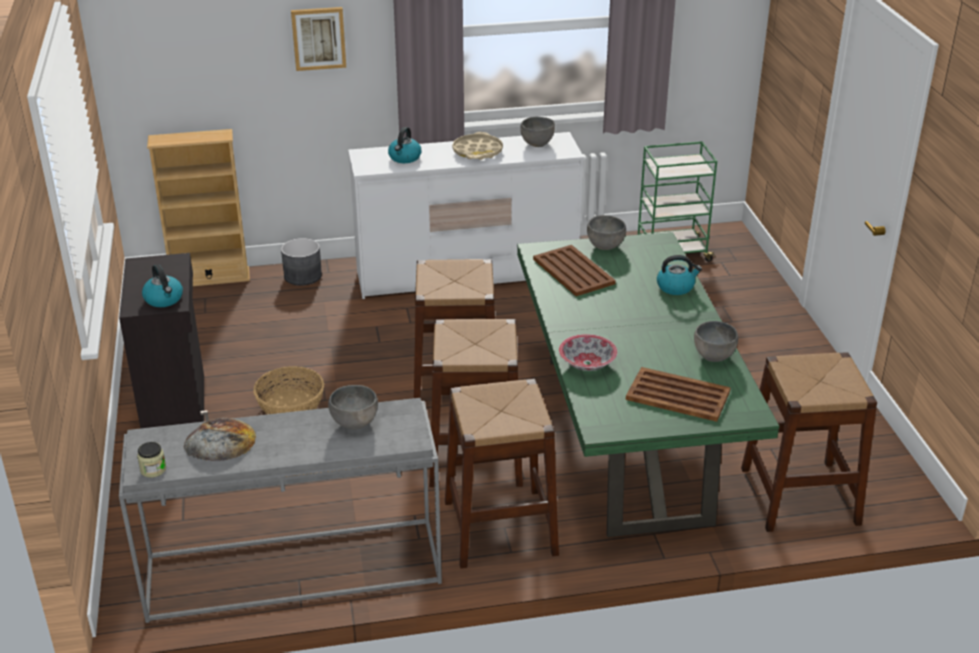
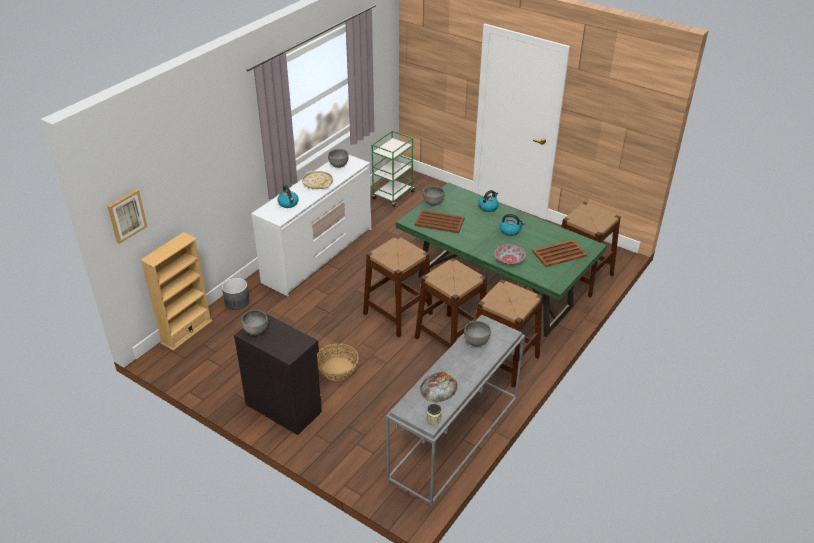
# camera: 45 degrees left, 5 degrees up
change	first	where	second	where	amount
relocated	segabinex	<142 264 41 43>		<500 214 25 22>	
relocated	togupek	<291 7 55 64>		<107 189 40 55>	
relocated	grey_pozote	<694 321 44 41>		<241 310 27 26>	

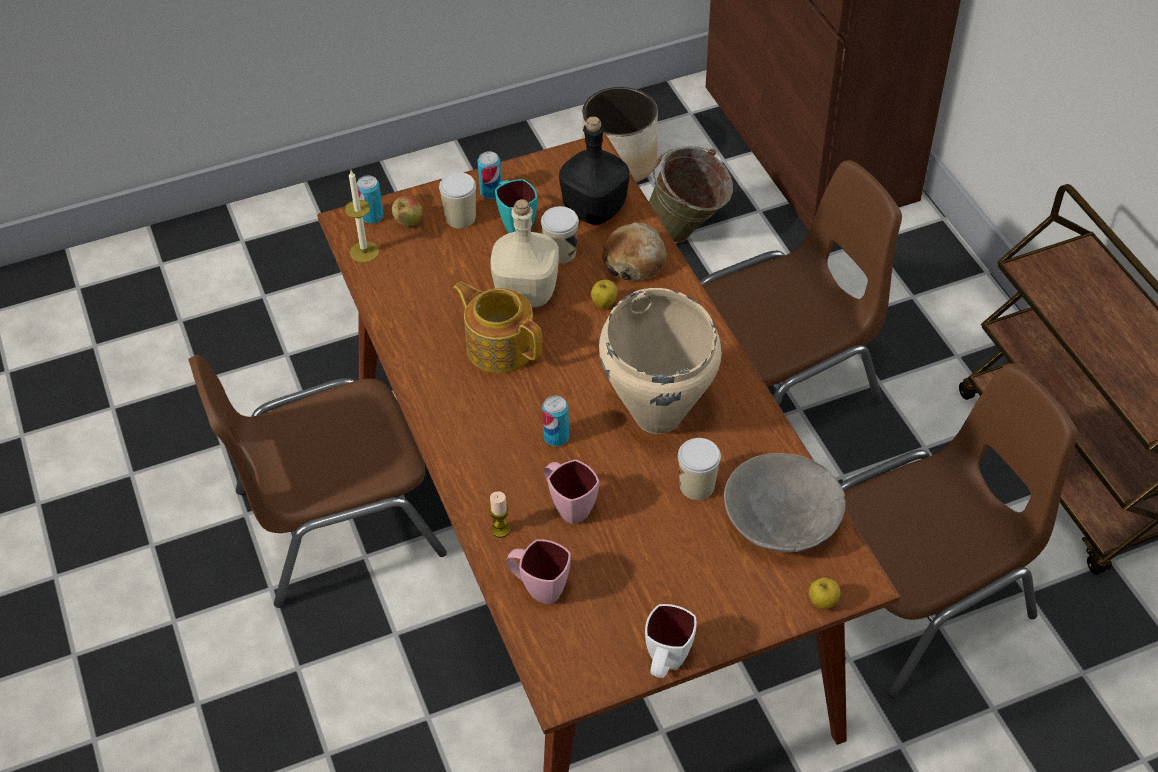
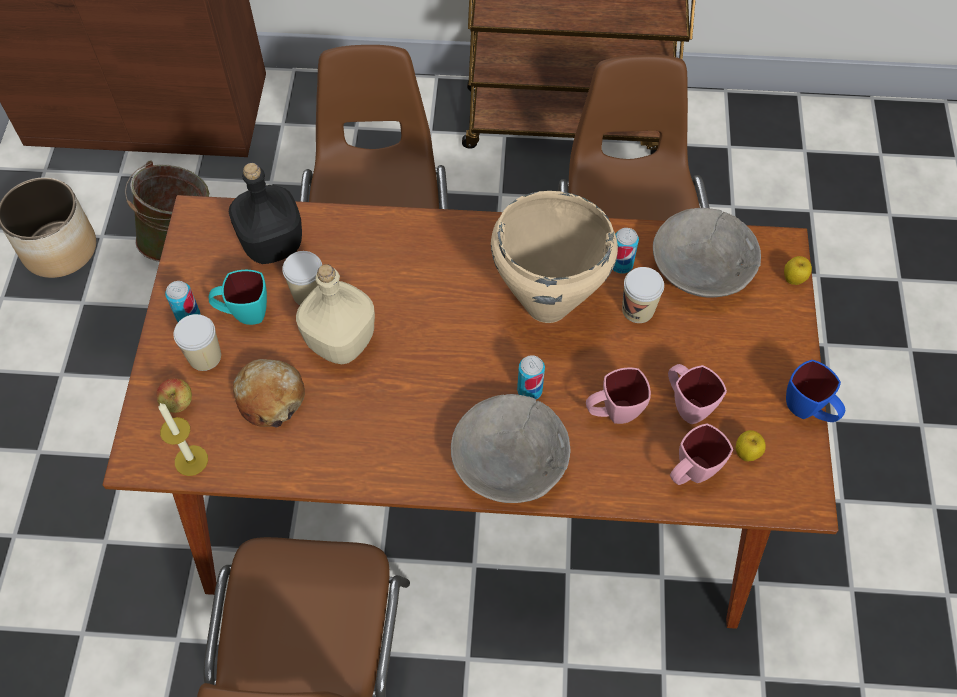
# camera: 65 degrees left, 10 degrees up
change	first	where	second	where	amount
missing	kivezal	<453 281 89 93>			
missing	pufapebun	<489 491 21 47>			
appeared			grey_pozote	<451 394 119 109>	
appeared			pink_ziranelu	<668 364 59 60>	
relocated	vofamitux	<357 175 27 49>		<613 228 26 46>	
relocated	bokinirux	<591 280 26 29>		<736 430 30 31>	
relocated	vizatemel	<602 222 65 59>		<233 359 72 69>	
colour	white_ziranelu	<645 604 52 74>	blue_ziranelu	<786 360 59 62>	

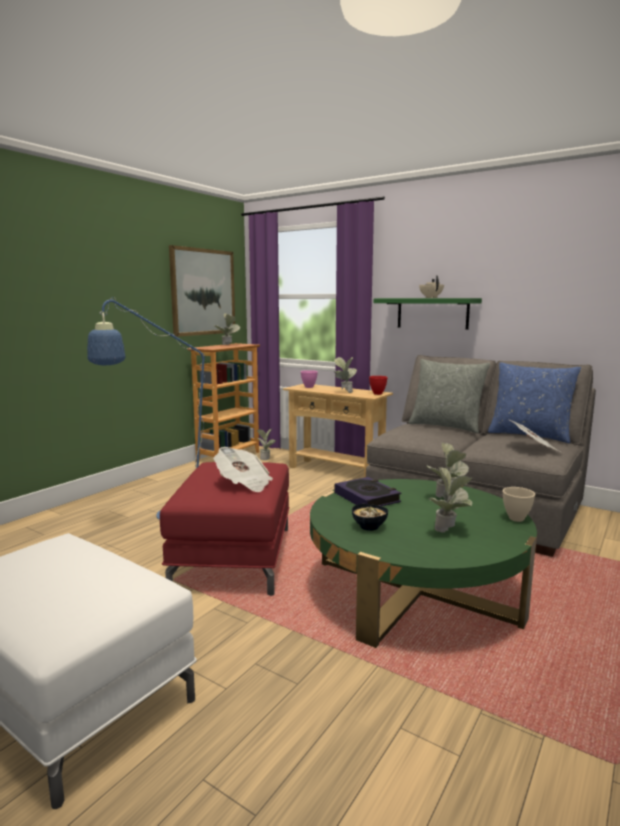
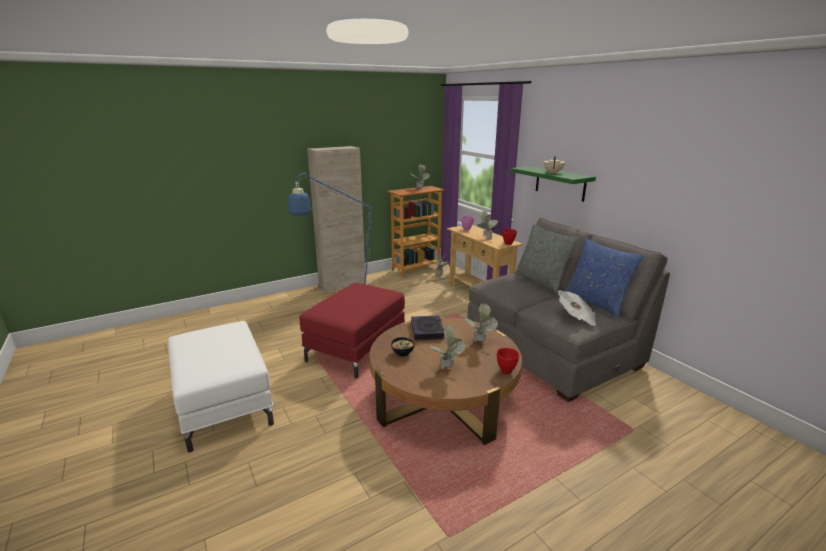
# camera: 25 degrees right, 10 degrees up
change	first	where	second	where	amount
missing	togupek	<169 245 66 92>			
missing	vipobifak	<214 447 59 45>			
appeared			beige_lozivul	<307 146 58 147>	
colour	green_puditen	<310 479 227 169>	brown_puditen	<370 317 152 128>	
colour	beige_pozote	<503 487 32 35>	red_pozote	<497 348 22 26>	

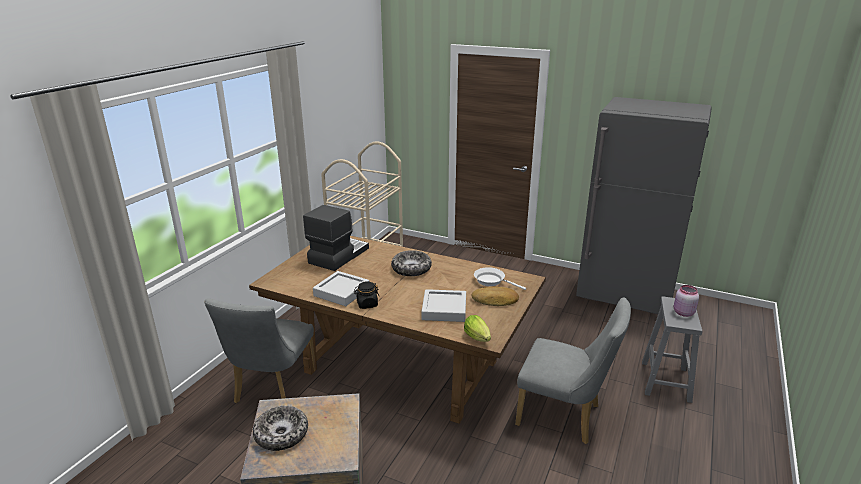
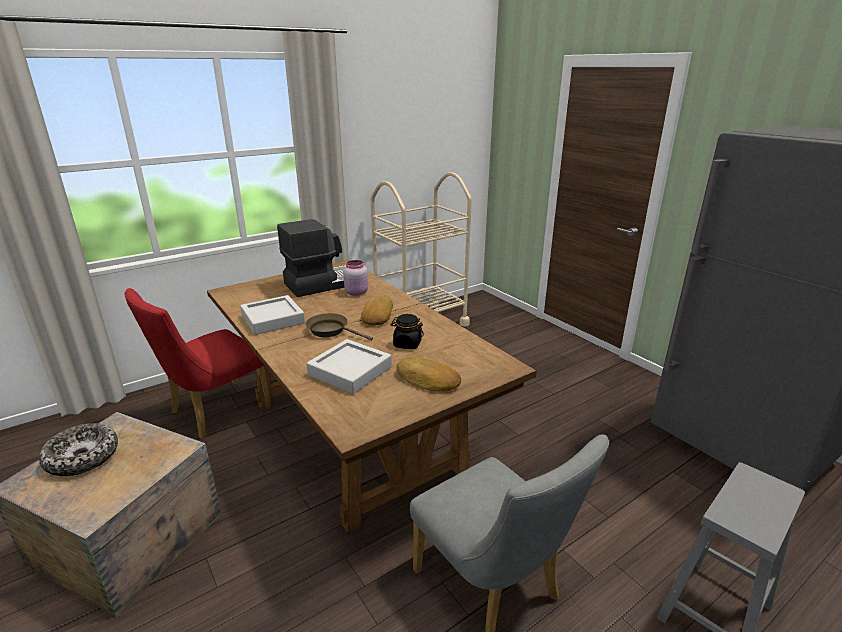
# camera: 30 degrees right, 0 degrees up
change	first	where	second	where	amount
missing	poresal	<464 315 27 27>			
missing	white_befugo	<474 267 52 23>			
appeared			brown_befugo	<305 313 68 27>	
relocated	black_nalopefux	<354 281 25 28>		<391 314 33 35>	
relocated	pink_nalopefux	<674 285 25 32>		<343 260 25 36>	
exchanged	pozote	<391 250 41 26>	vizatemel	<361 295 32 30>	
colour	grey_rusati	<205 298 111 105>	red_rusati	<124 288 147 151>	

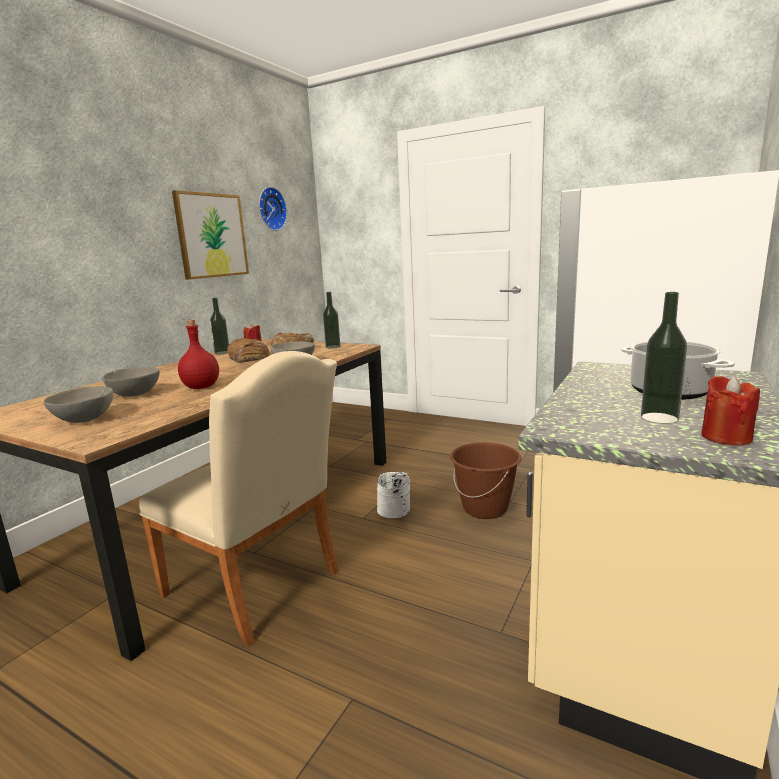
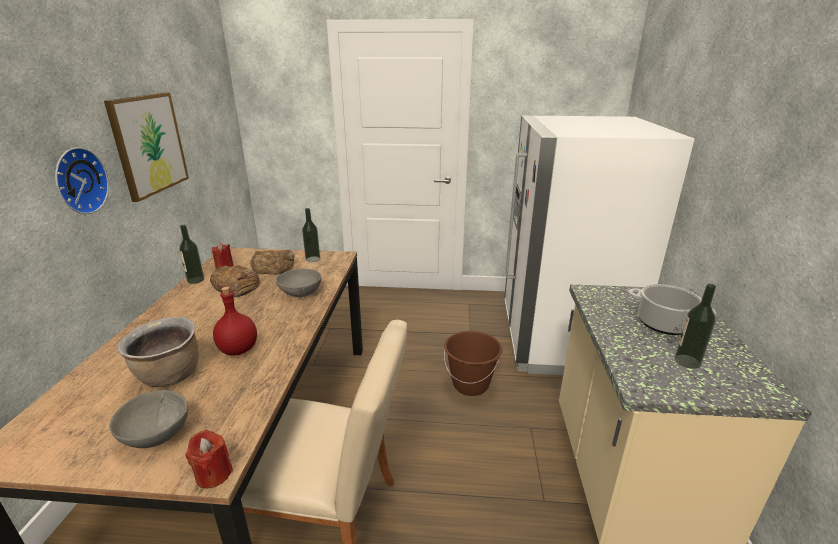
# camera: 25 degrees left, 10 degrees up
change	first	where	second	where	amount
missing	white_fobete	<377 472 33 46>			
relocated	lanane	<259 187 28 44>		<55 147 54 67>	
relocated	red_pufapebun	<701 376 59 70>		<185 430 48 59>	
exchanged	grey_pozote	<102 367 57 30>	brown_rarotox	<118 317 81 70>	

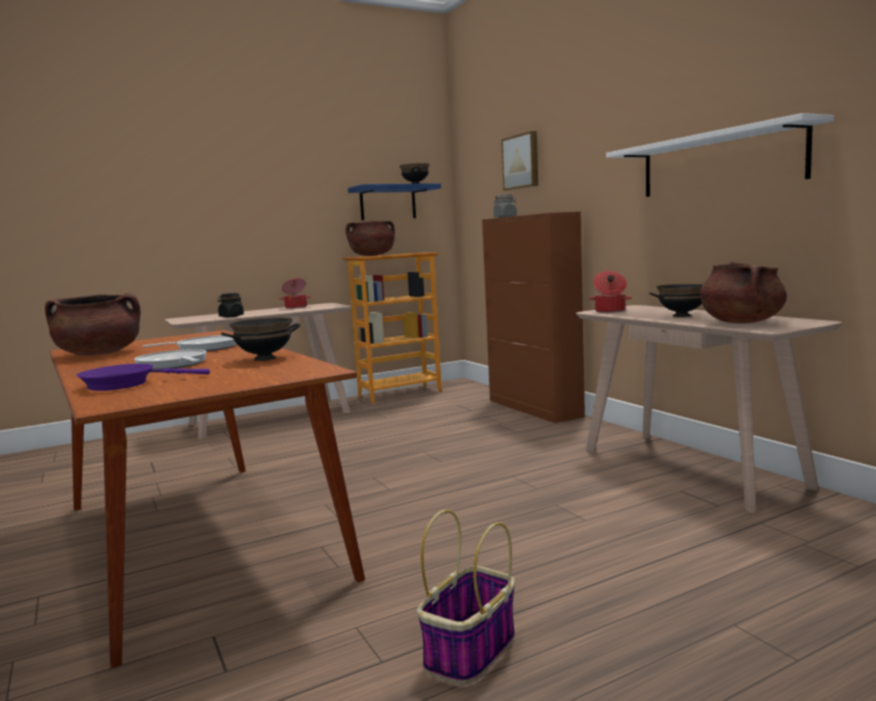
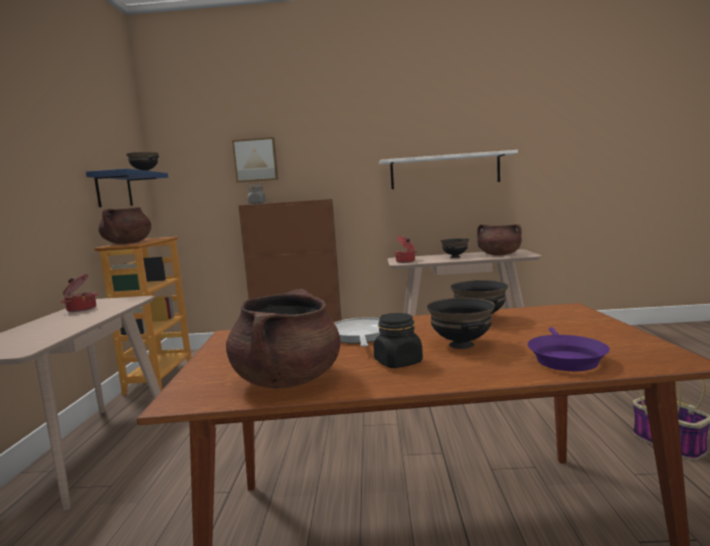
# camera: 60 degrees left, 0 degrees up
change	first	where	second	where	amount
relocated	black_nalopefux	<218 293 26 24>		<373 313 50 55>	
exchanged	befugo	<134 349 72 20>	black_pozote	<427 298 68 51>	

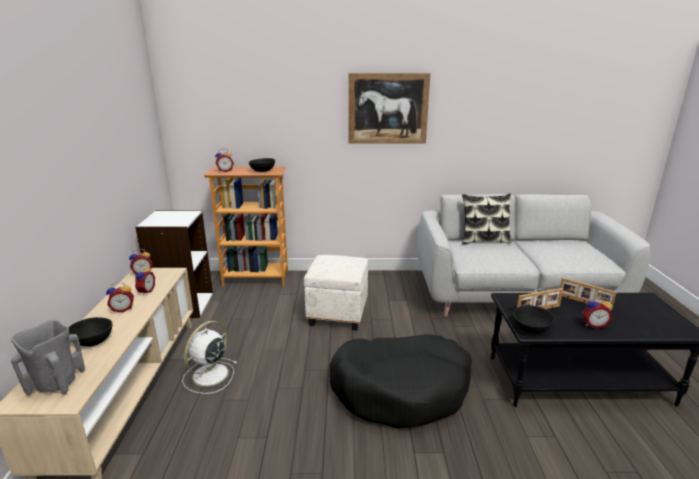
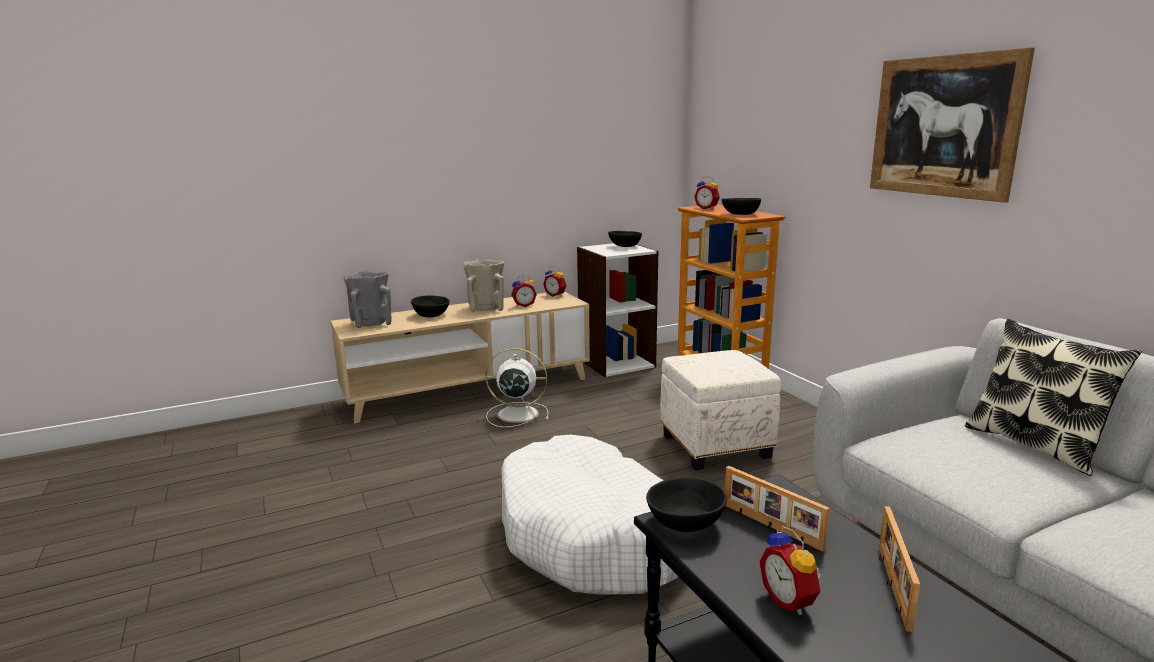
# camera: 65 degrees right, 5 degrees down
change	first	where	second	where	amount
appeared			black_pozote	<608 231 34 16>	
exchanged	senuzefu	<106 282 28 31>	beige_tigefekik	<463 259 41 53>	
colour	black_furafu	<330 334 142 94>	white_furafu	<502 435 176 160>	

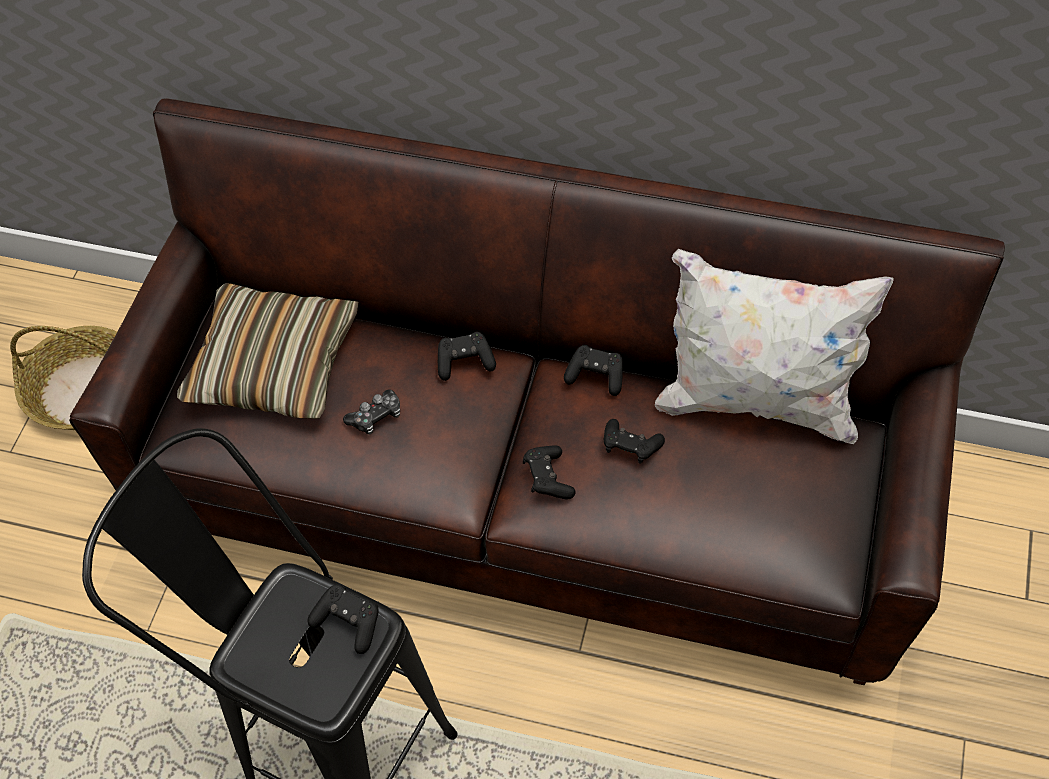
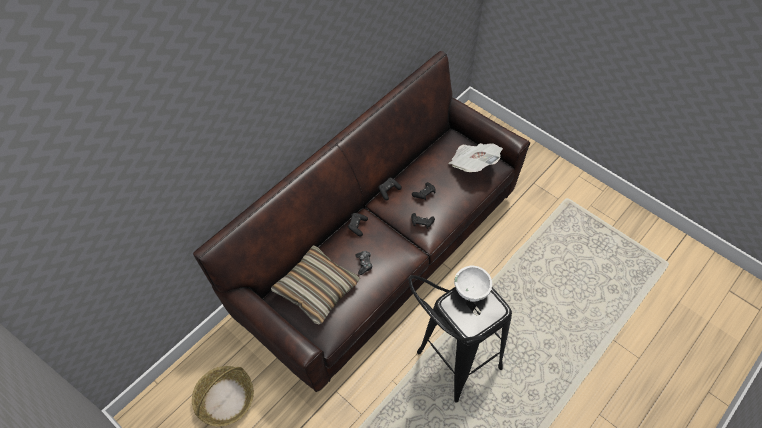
# camera: 65 degrees left, 0 degrees up
change	first	where	second	where	amount
missing	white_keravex	<655 249 238 195>			
appeared			vipobifak	<449 143 54 29>	
exchanged	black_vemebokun	<308 584 70 70>	white_pozote	<454 265 38 37>	

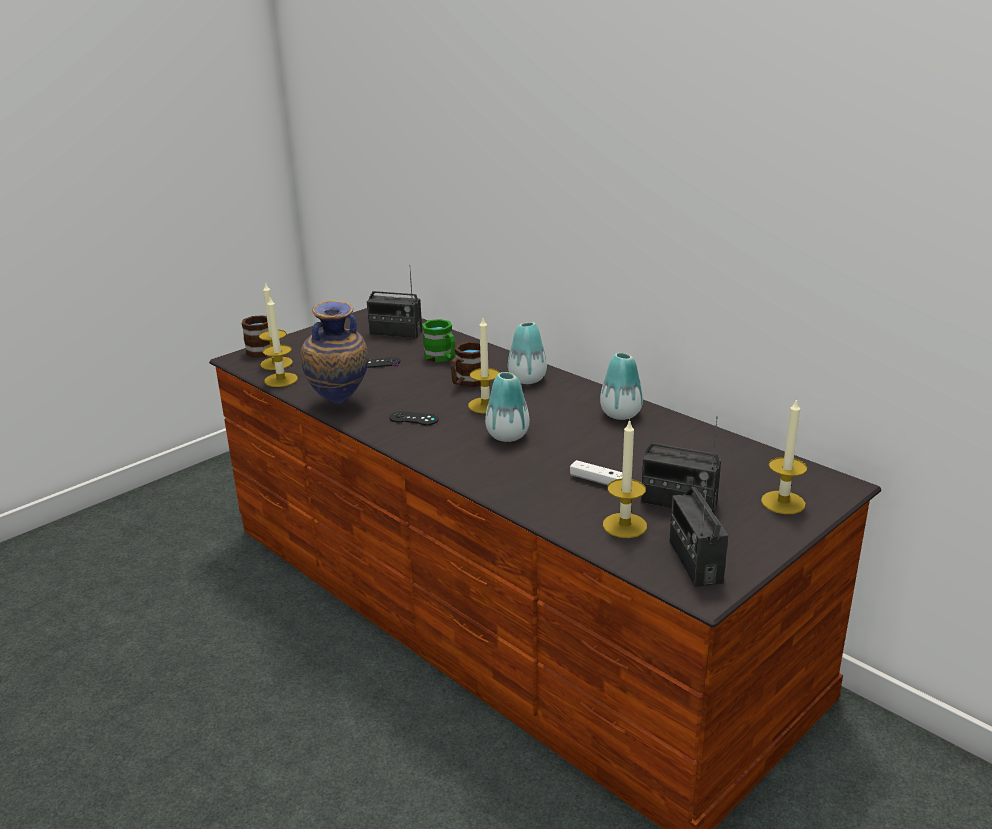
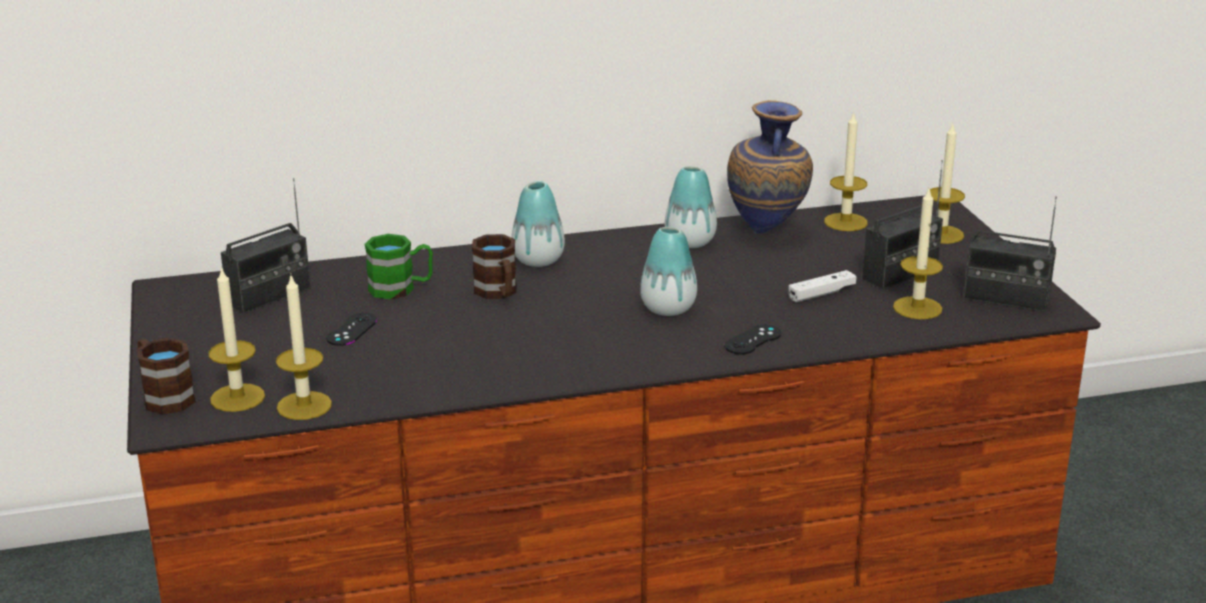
# camera: 60 degrees left, 0 degrees up
change	first	where	second	where	amount
relocated	tigefekik	<301 300 68 104>		<727 100 86 134>	
relocated	black_vemebokun	<389 411 50 14>		<724 325 57 30>	
relocated	pufapebun	<468 318 32 96>		<824 111 44 120>	

